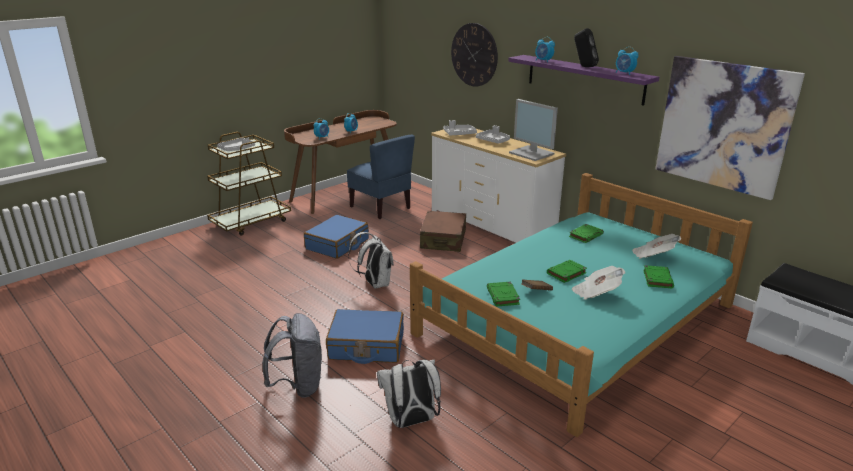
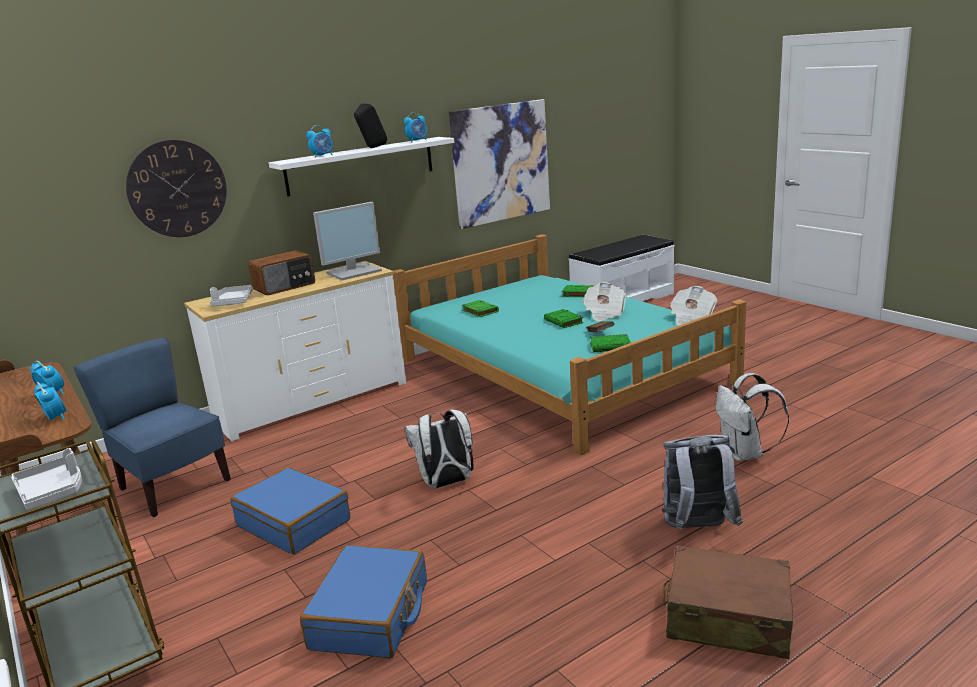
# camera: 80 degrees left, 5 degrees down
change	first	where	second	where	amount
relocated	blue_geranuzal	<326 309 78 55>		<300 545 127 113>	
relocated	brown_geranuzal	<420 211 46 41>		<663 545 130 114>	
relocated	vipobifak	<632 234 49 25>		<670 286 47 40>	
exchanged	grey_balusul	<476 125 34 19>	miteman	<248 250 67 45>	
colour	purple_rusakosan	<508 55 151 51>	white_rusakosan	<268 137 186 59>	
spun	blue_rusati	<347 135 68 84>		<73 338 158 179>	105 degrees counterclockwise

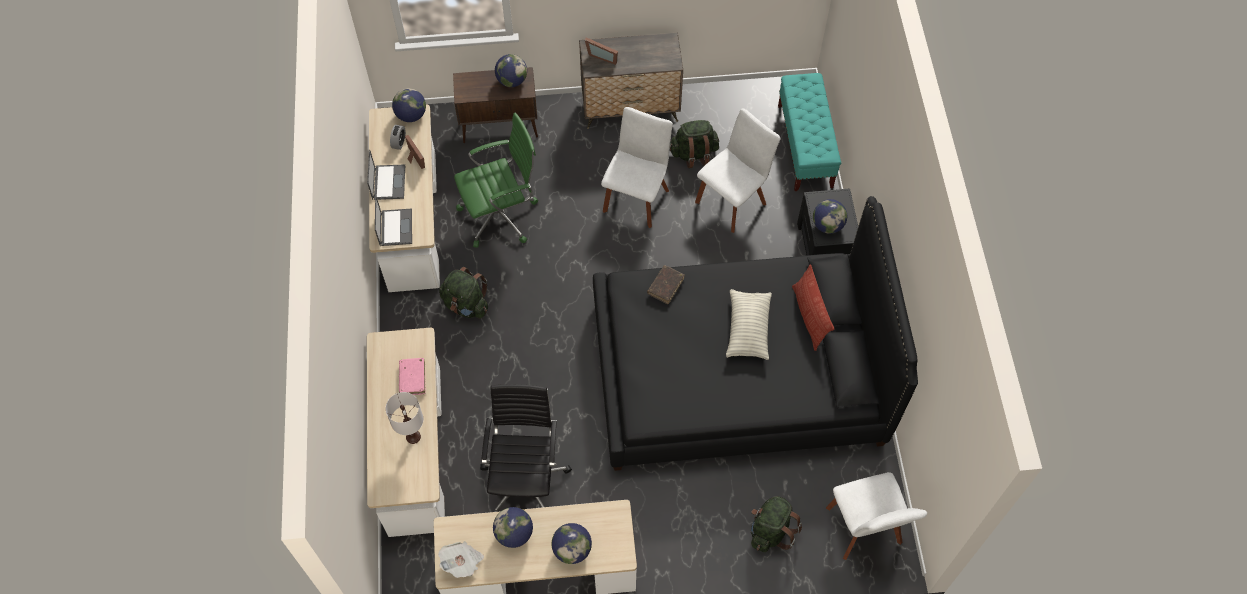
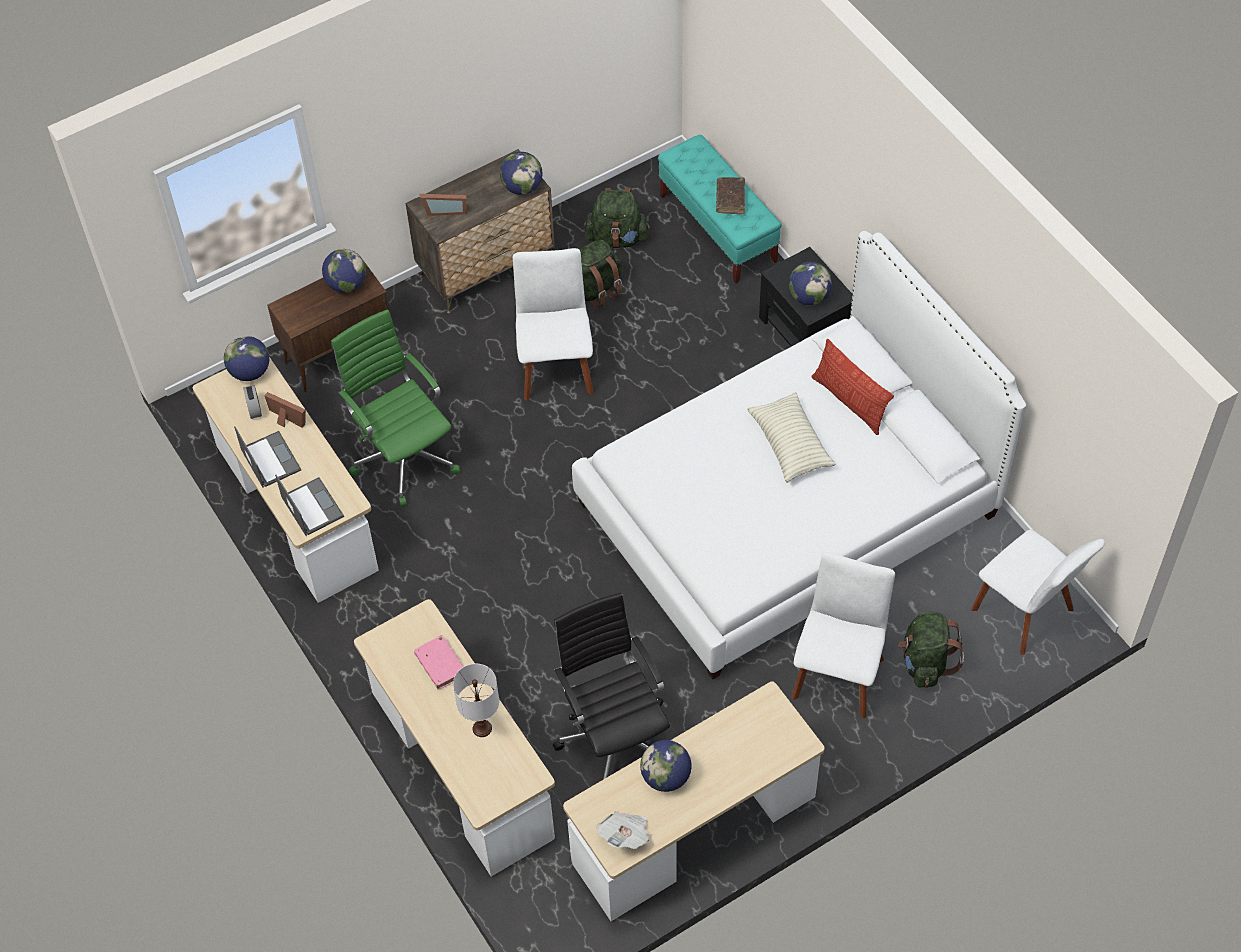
# camera: 25 degrees left, 5 degrees down
change	first	where	second	where	amount
relocated	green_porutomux	<439 267 49 51>		<584 188 66 61>	
relocated	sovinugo	<552 523 40 41>		<500 152 42 43>	
relocated	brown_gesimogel	<647 265 37 39>		<716 177 29 37>	
relocated	white_rusati	<695 108 85 125>		<792 552 103 166>	
colour	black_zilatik	<593 196 325 275>	white_zilatik	<572 231 454 448>	
spun	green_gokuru	<454 112 84 136>		<331 309 129 198>	75 degrees counterclockwise

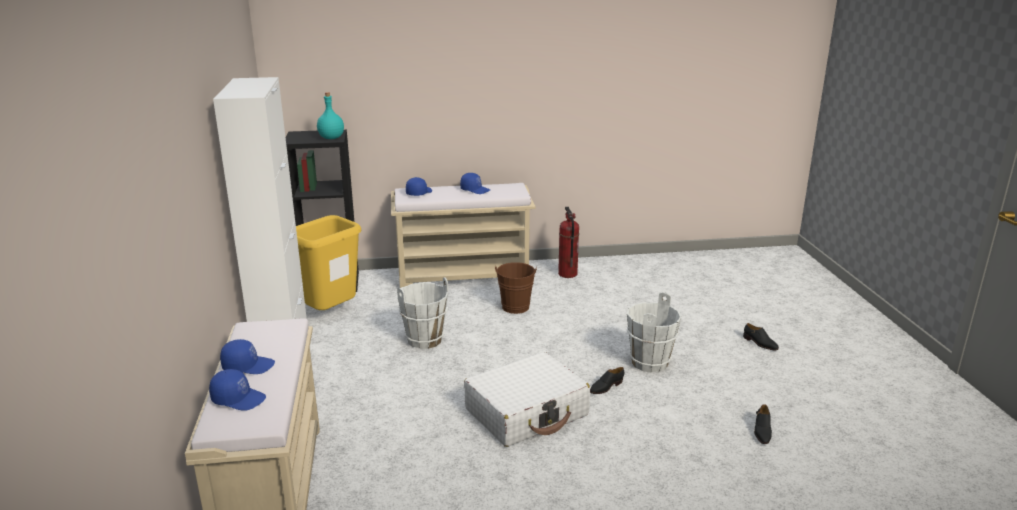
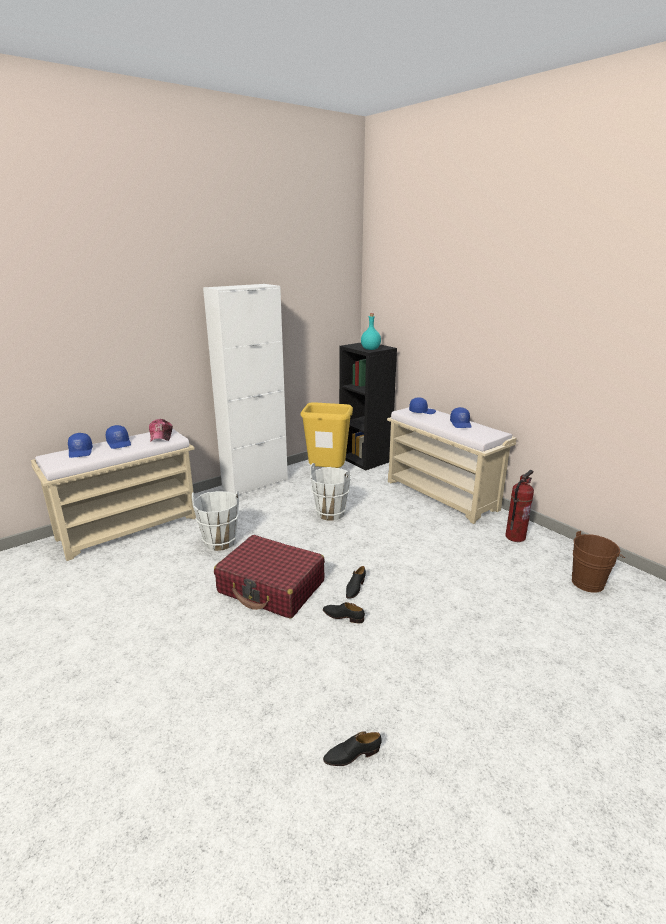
# camera: 60 degrees right, 0 degrees up
change	first	where	second	where	amount
appeared			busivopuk	<149 419 24 22>	
relocated	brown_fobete	<495 262 42 52>		<572 531 53 62>	
relocated	white_fobete	<627 292 55 80>		<192 491 48 60>	
relocated	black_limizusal	<743 323 36 27>		<346 566 20 33>	
colour	white_geranuzal	<464 352 126 95>	red_geranuzal	<214 535 111 84>	

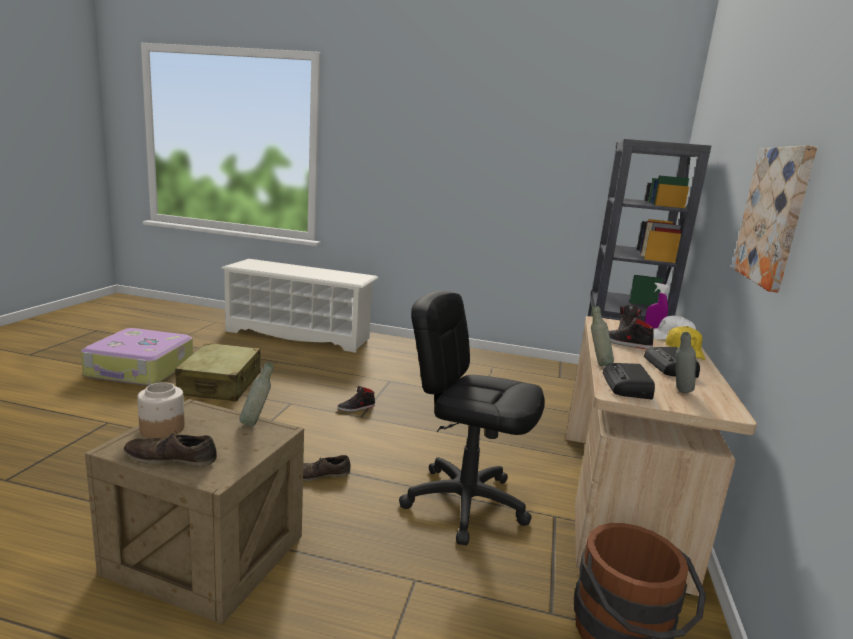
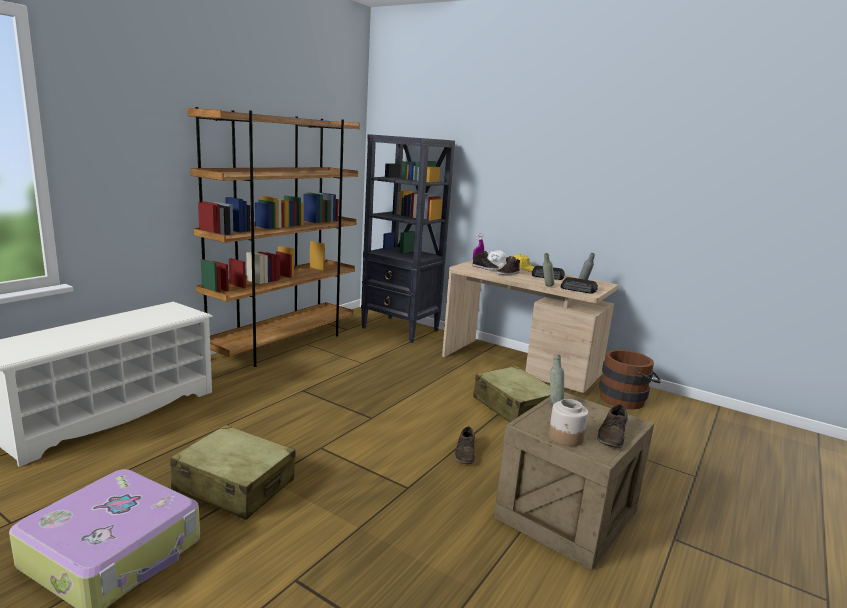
# camera: 70 degrees left, 0 degrees up
change	first	where	second	where	amount
missing	black_limizusal	<337 386 38 26>			
missing	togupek	<731 145 87 148>			
appeared			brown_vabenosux	<187 107 173 260>	
exchanged	black_gokuru	<399 291 146 254>	beige_geranuzal	<473 366 77 56>	

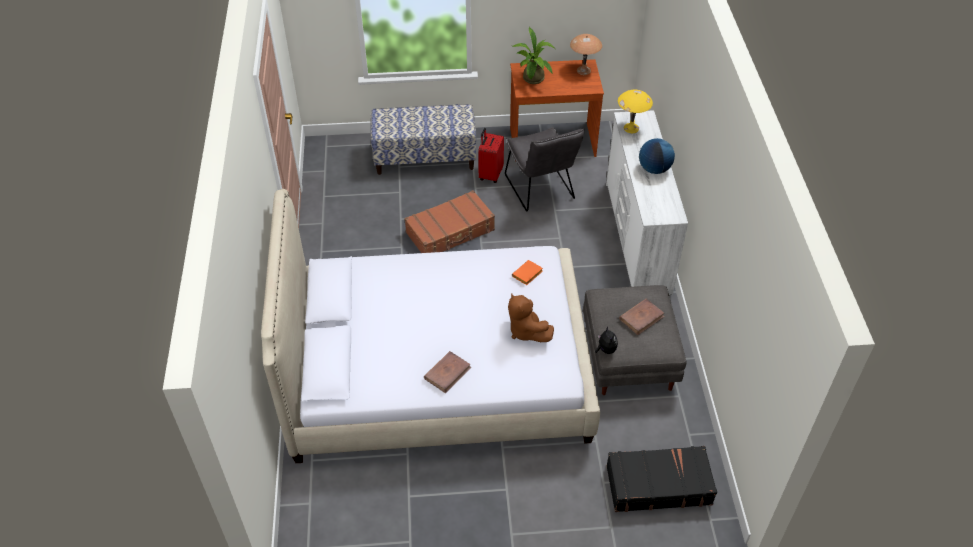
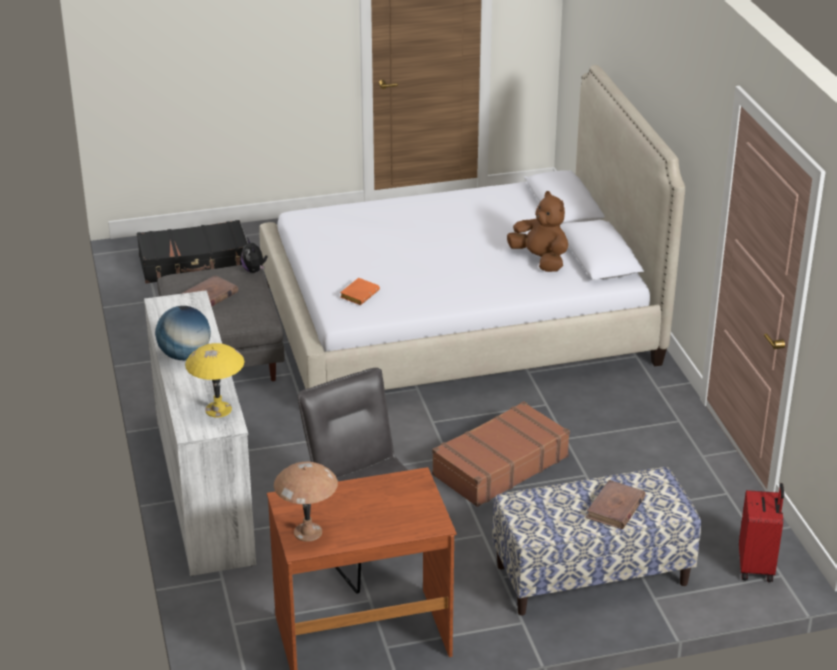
# camera: 170 degrees right, 15 degrees down
change	first	where	second	where	amount
missing	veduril	<513 27 42 57>			
relocated	brown_gesimogel	<424 351 48 42>		<585 480 61 49>	
relocated	red_geranuzal	<478 128 26 55>		<739 483 45 99>	
relocated	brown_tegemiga	<508 293 46 49>		<507 191 61 81>	

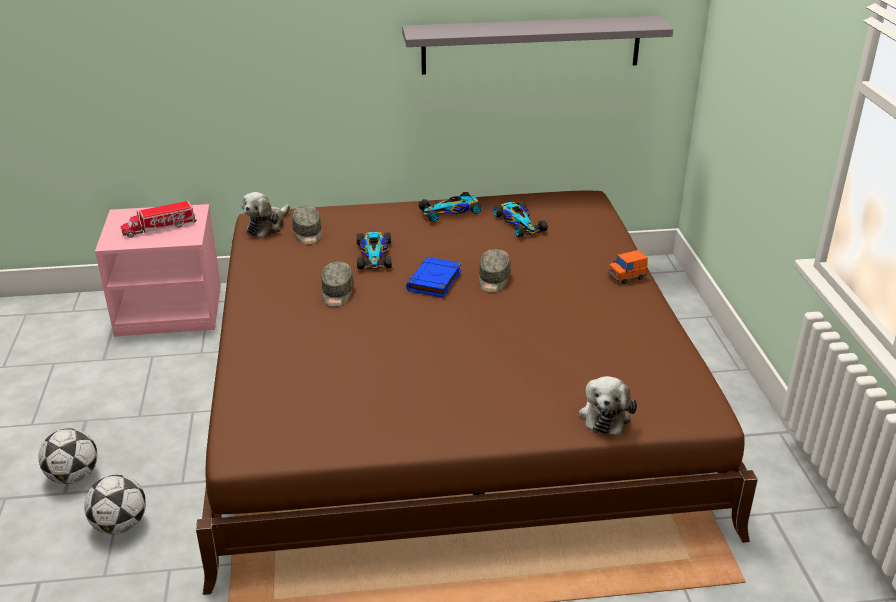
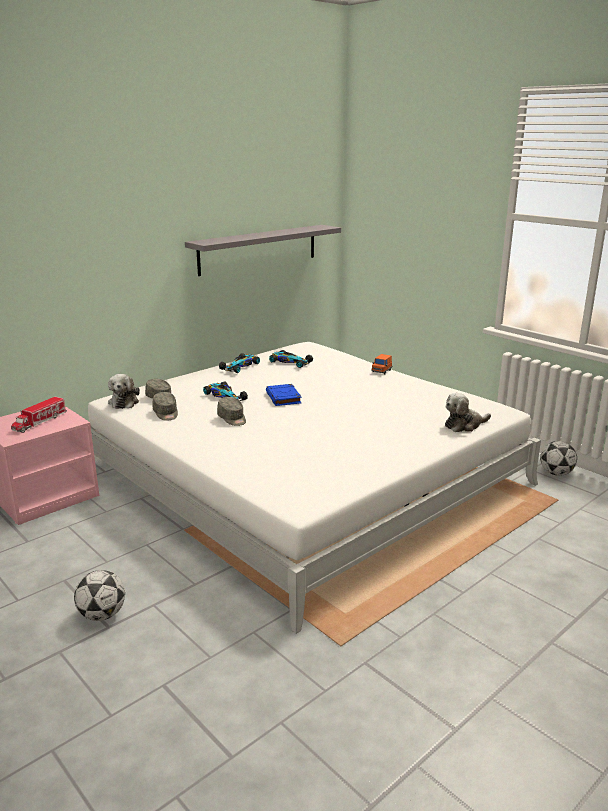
# camera: 35 degrees left, 10 degrees down
change	first	where	second	where	amount
relocated	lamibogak	<84 475 62 60>		<540 441 37 35>	
relocated	grey_busivopuk	<479 249 32 43>		<152 392 26 29>	
colour	brown_zilatik	<196 191 562 404>	white_zilatik	<88 342 453 292>	
spun	tegemiga	<579 376 58 59>		<445 393 46 39>	90 degrees clockwise

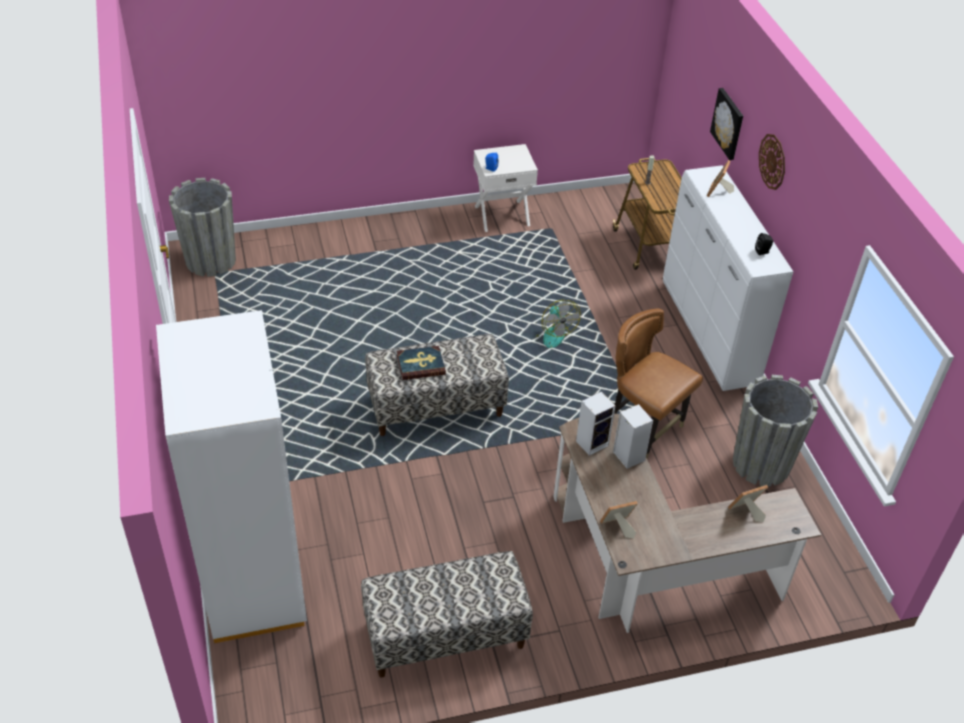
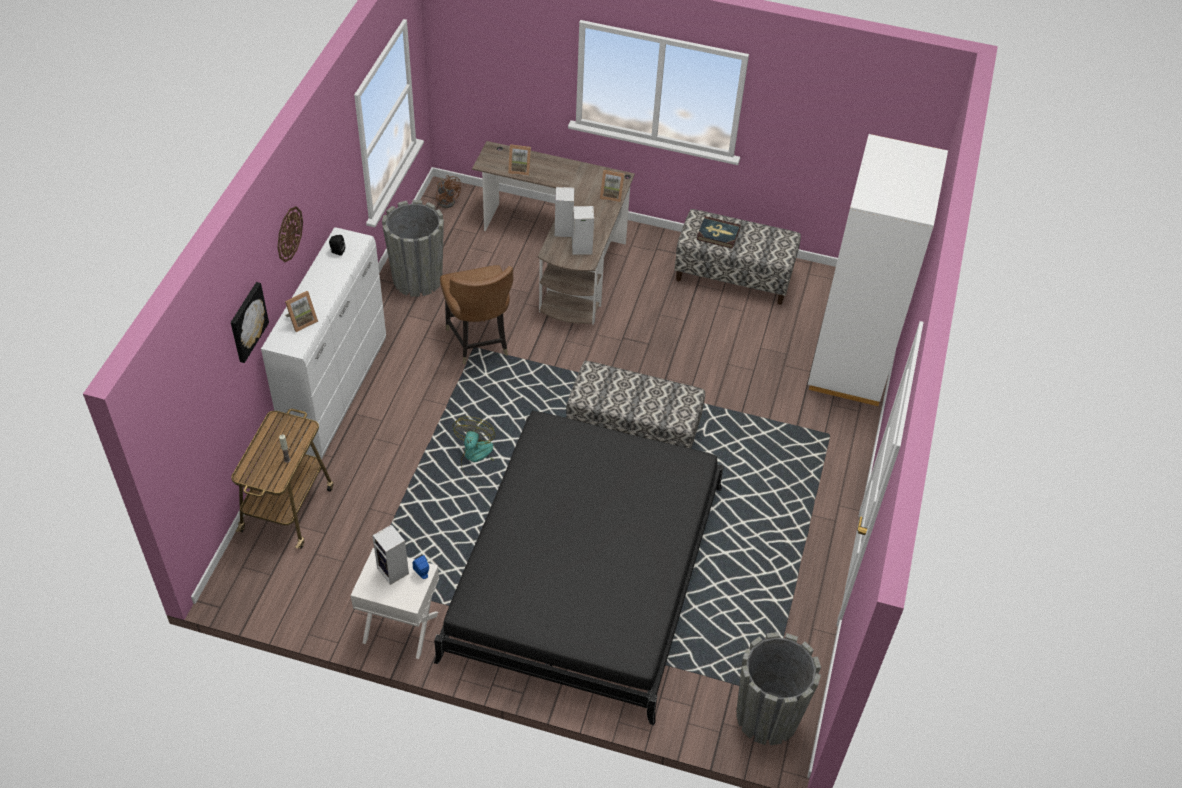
# camera: 150 degrees left, 5 degrees up
change	first	where	second	where	amount
appeared			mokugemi	<372 524 37 61>	
appeared			black_zilatik	<434 411 290 314>	
appeared			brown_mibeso	<436 175 25 33>	
relocated	gesimogel	<397 346 49 34>		<696 216 45 33>	

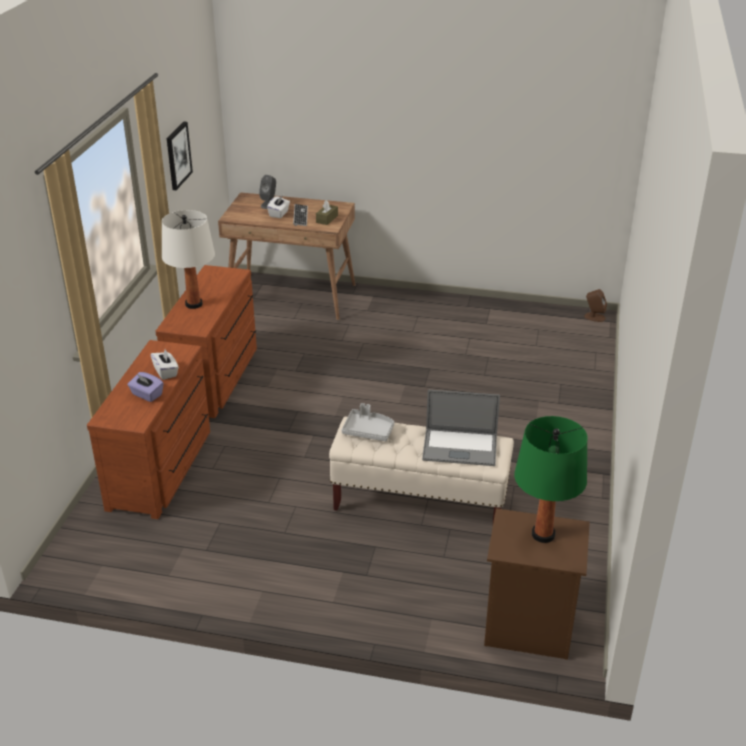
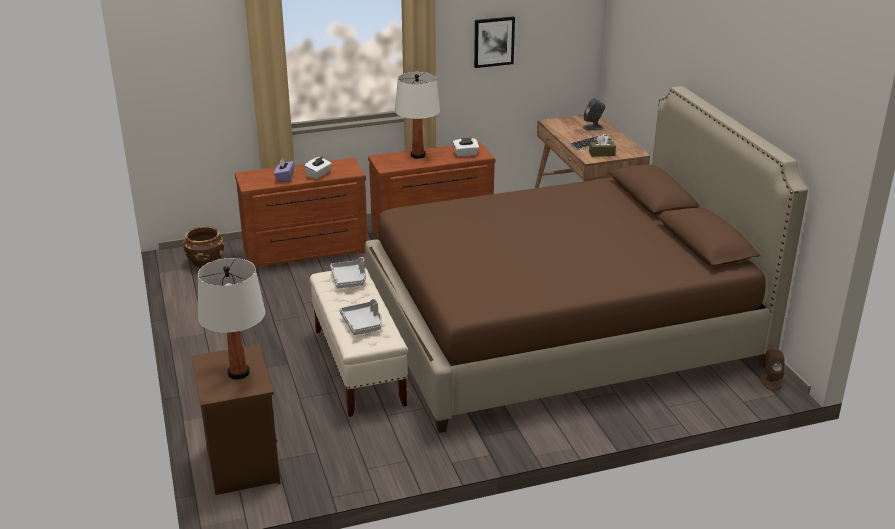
# camera: 60 degrees right, 5 degrees down
change	first	where	second	where	amount
appeared			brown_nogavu	<183 226 41 43>	
appeared			brown_zilatik	<365 86 443 347>	
relocated	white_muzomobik	<267 195 23 23>		<453 138 26 19>	
exchanged	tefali	<422 390 78 76>	grey_balusul	<340 299 42 36>	
colour	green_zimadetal	<514 416 73 127>	white_zimadetal	<198 258 67 122>	

